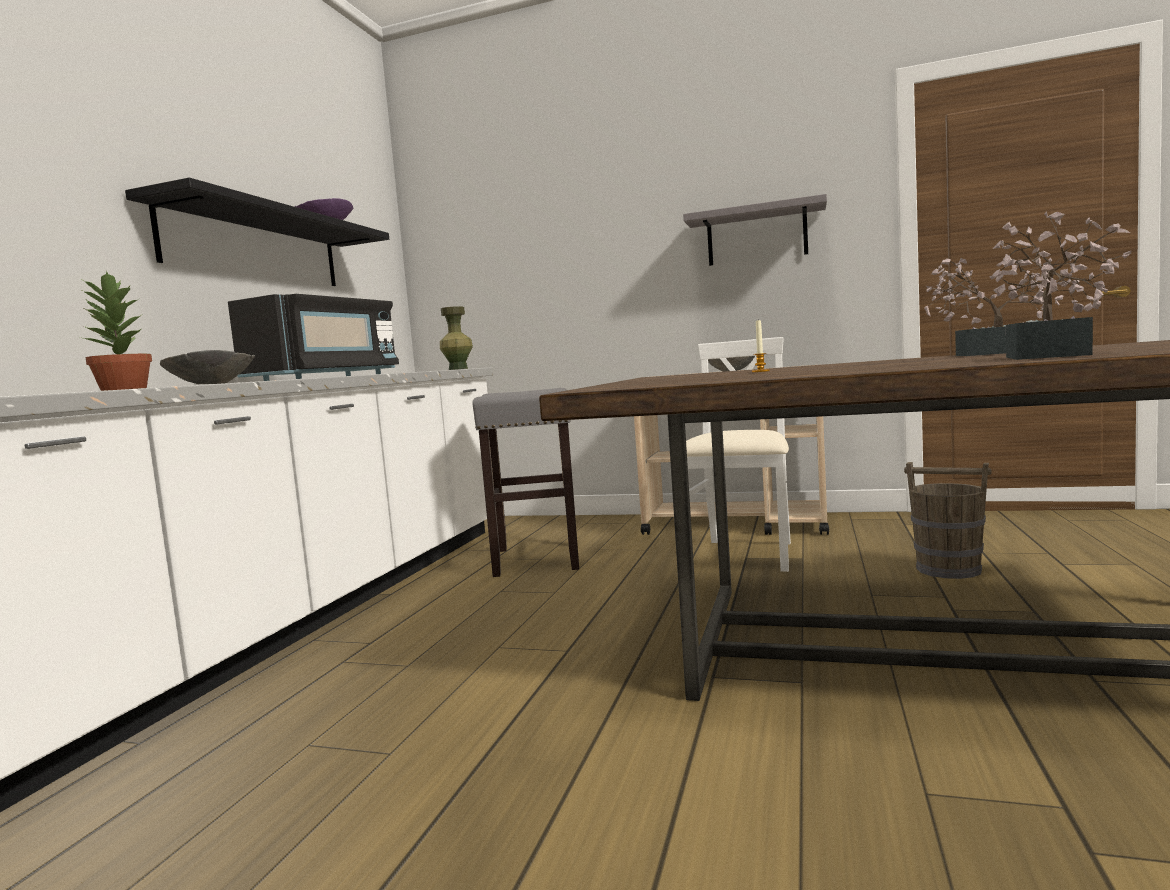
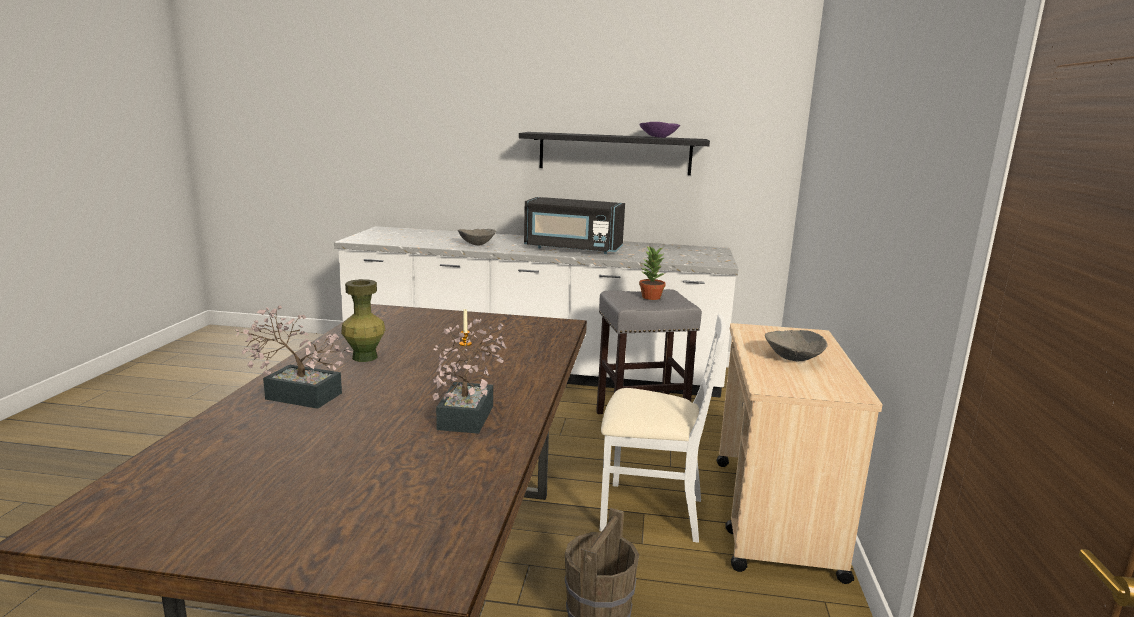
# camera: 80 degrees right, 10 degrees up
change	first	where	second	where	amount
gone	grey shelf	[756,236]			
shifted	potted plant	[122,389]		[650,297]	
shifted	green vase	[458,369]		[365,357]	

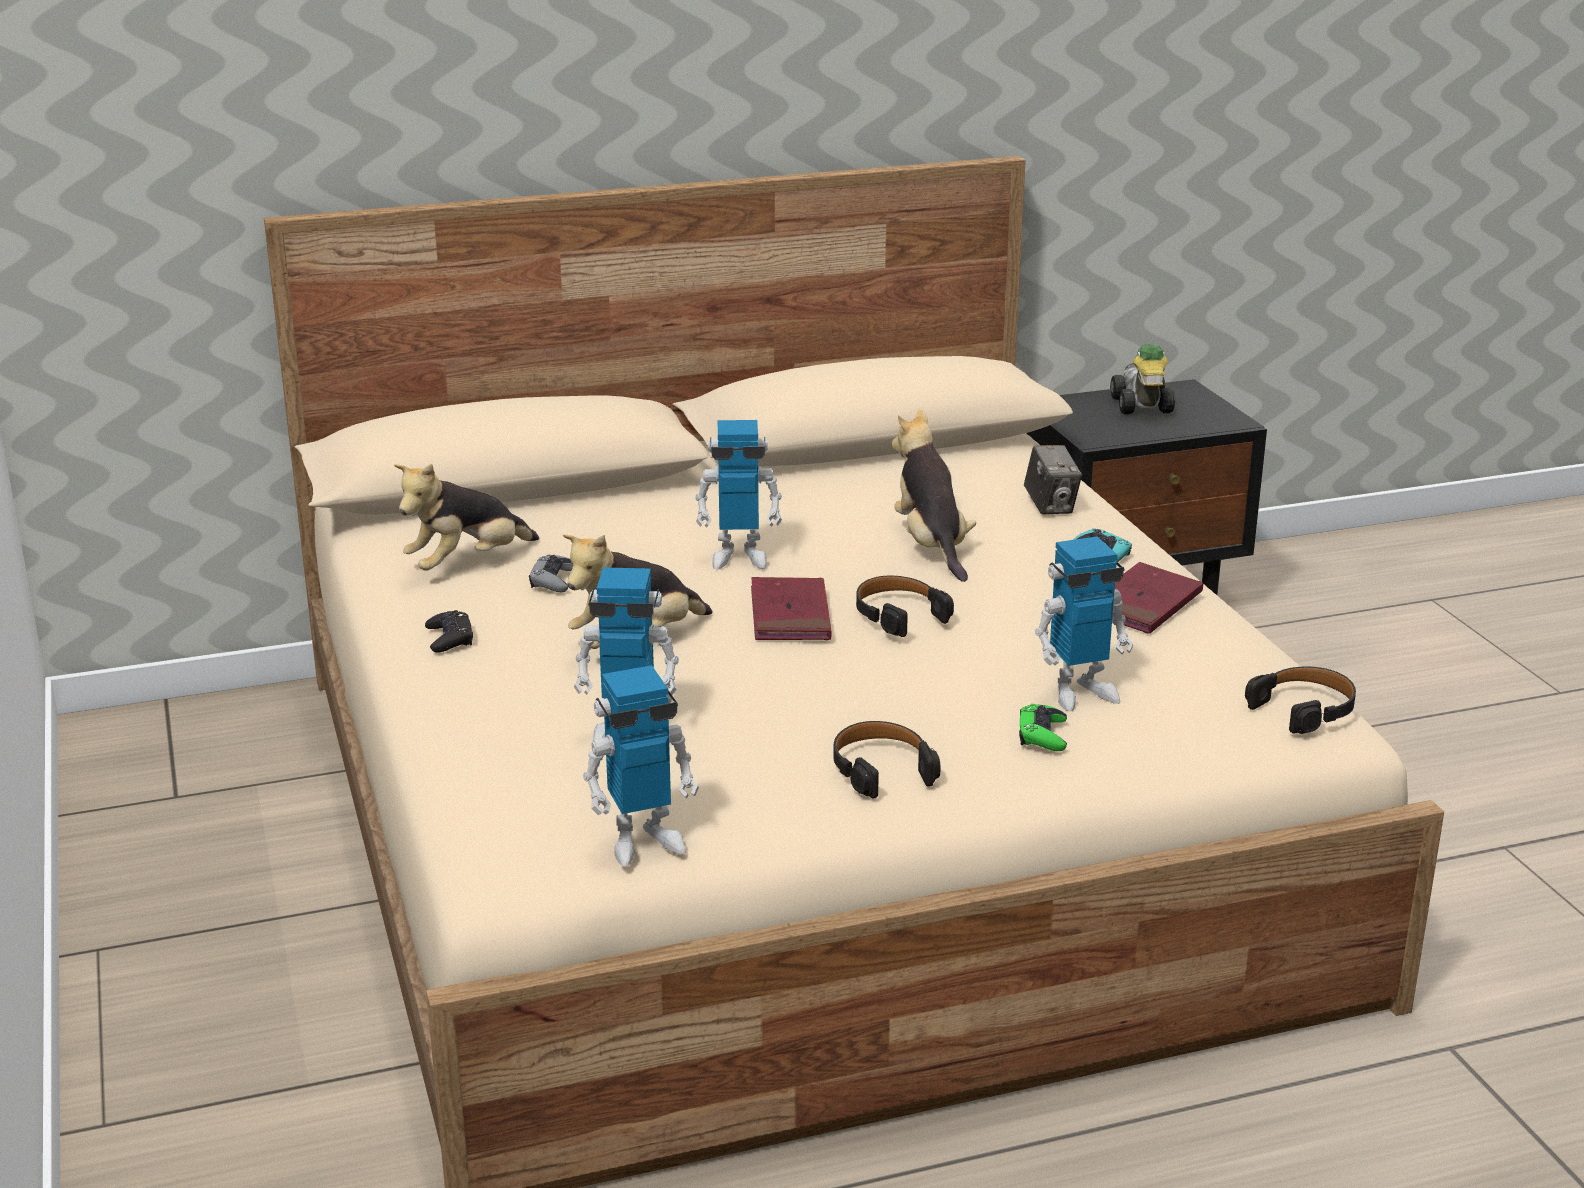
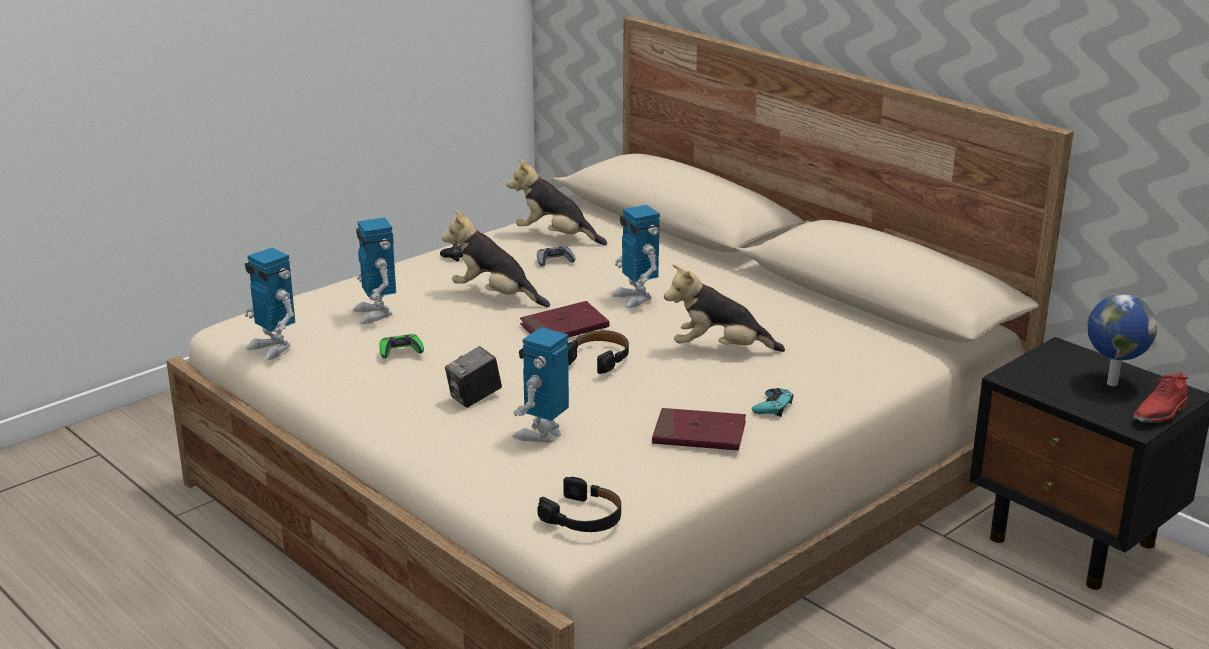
# camera: 65 degrees right, 0 degrees up
change	first	where	second	where	amount
gone	black headphones	[881,769]			
new			red shoe	[1159,414]	
shifted	green game controller	[1042,735]		[400,351]	
shifted	photo camera	[1051,506]		[474,398]	
swapped	toy car	[1140,407]	globe	[1110,383]	
rotated	plush toy	[931,546]		[720,350]	135 degrees counterclockwise
rotated	toy robot	[1080,692]		[542,434]	75 degrees clockwise

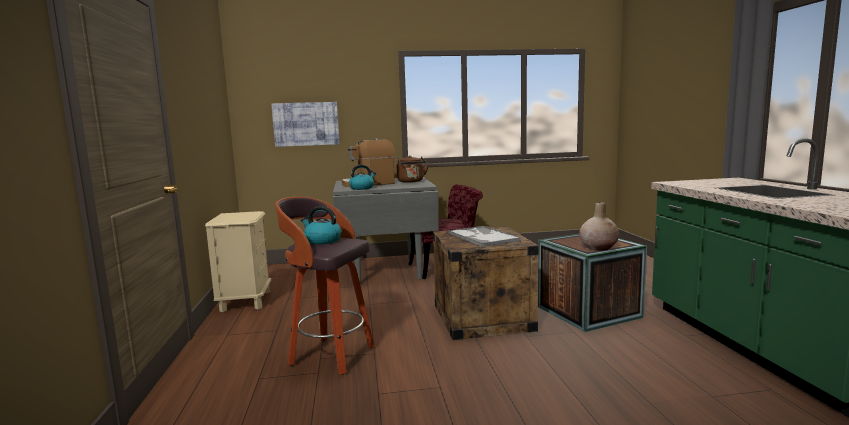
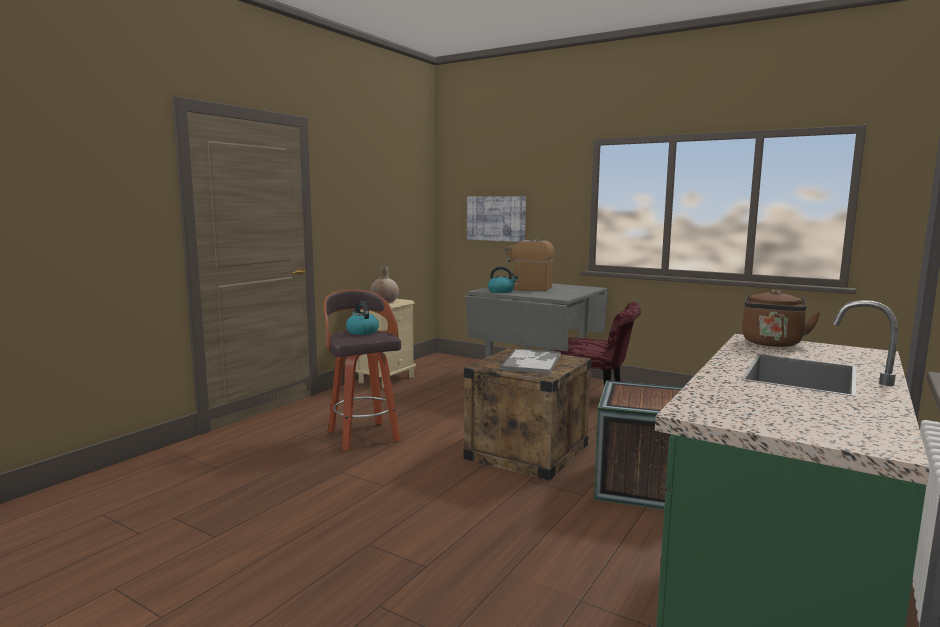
# camera: 40 degrees right, 0 degrees up
change	first	where	second	where	amount
shifted	brown kettle	[411,181]		[772,344]	
shifted	beige vase	[598,248]		[384,302]	

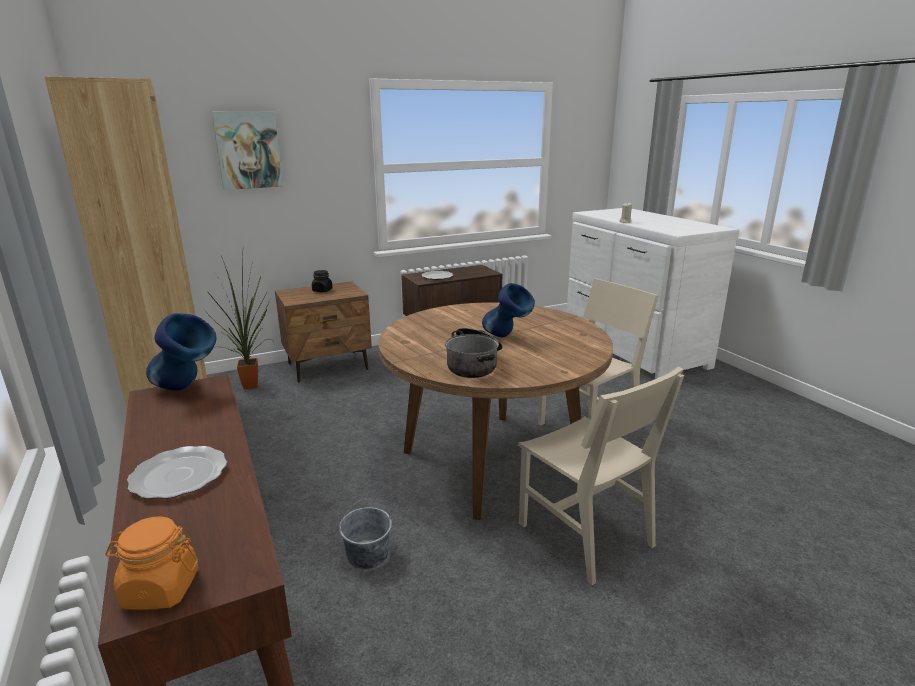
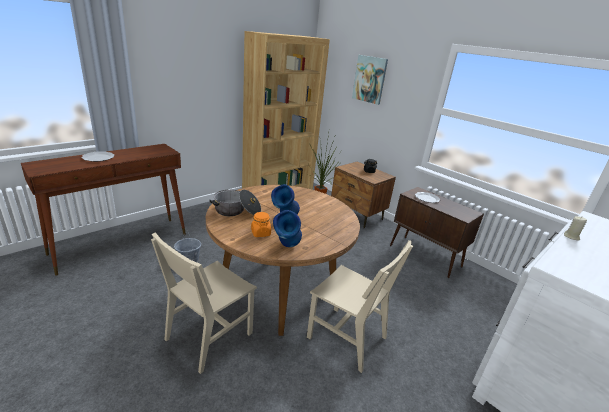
# camera: 70 degrees right, 5 degrees up
change	first	where	second	where	amount
shifted	orange jar	[160,589]		[260,233]	
shifted	blue vase	[187,390]		[287,248]	

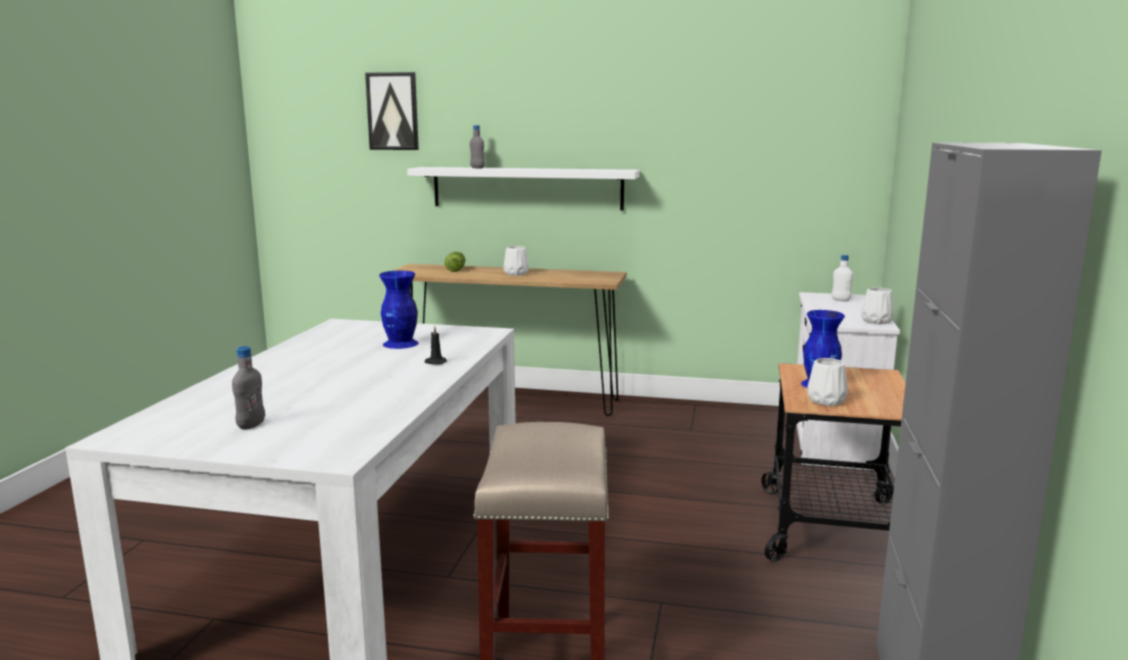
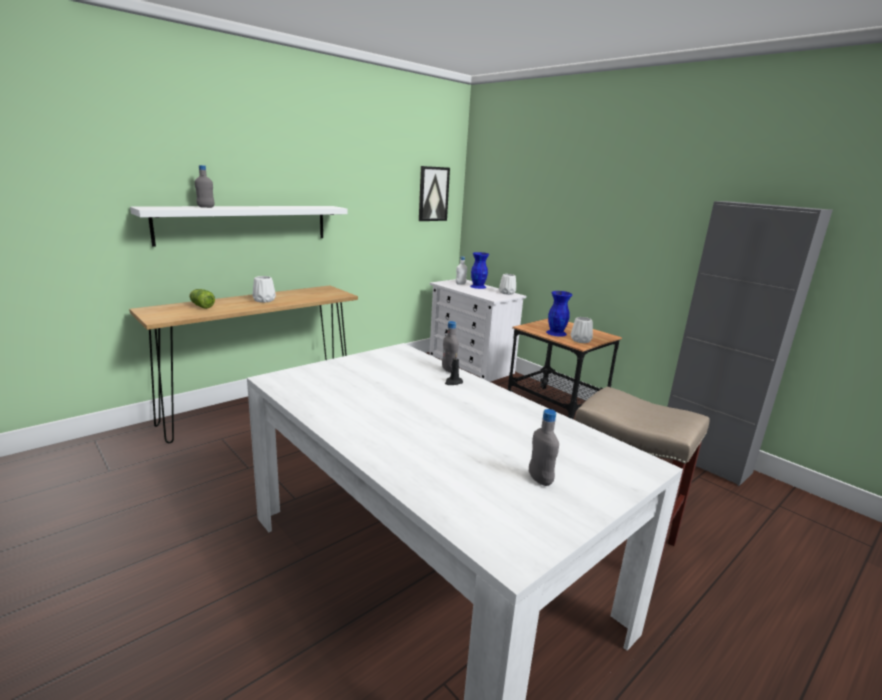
# camera: 55 degrees left, 5 degrees up
change	first	where	second	where	amount
new			grey bottle	[449,370]	
shifted	picture	[393,111]		[433,194]	
shifted	blue vase	[400,344]		[478,286]	

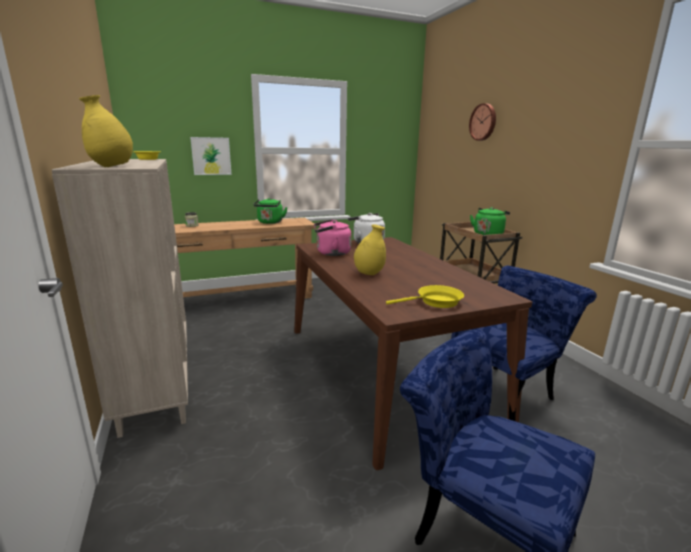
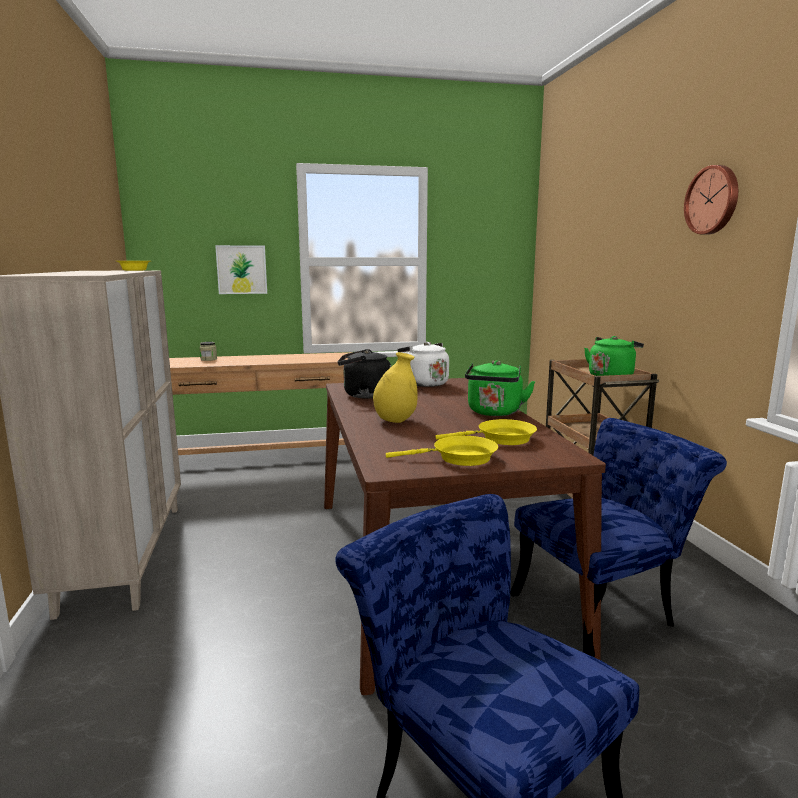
# camera: 10 degrees right, 5 degrees down
change	first	where	second	where	amount
gone	yellow vase	[112,167]			
new			yellow frying pan	[501,439]	
shifted	green kettle	[270,222]		[494,413]	
shifted	wall clock	[483,122]		[713,200]	
repainted	pink kettle	[331,253]	black kettle	[363,395]	

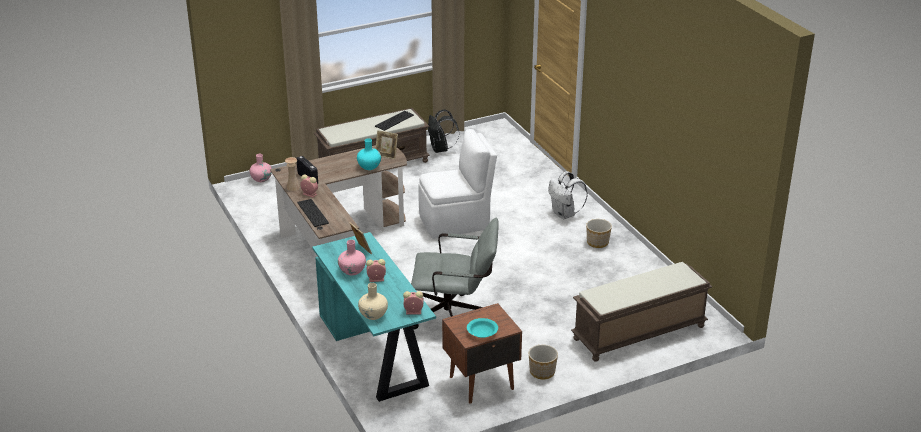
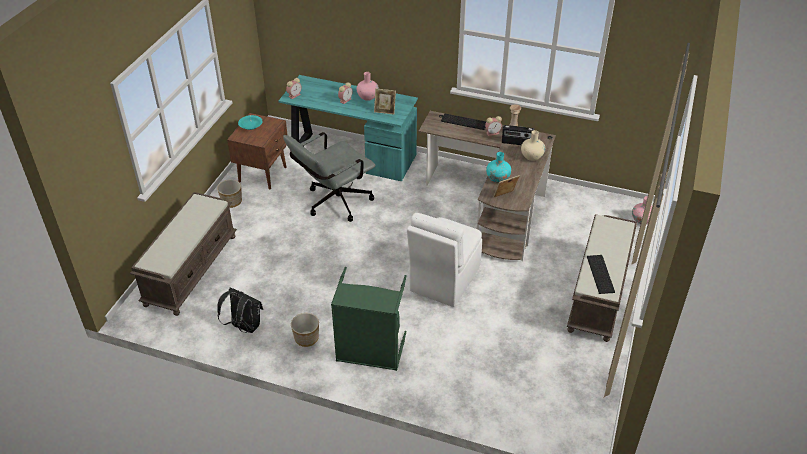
# camera: 135 degrees right, 10 degrees up
change	first	where	second	where	amount
shifted	beige vase	[373,315]		[532,156]	
shifted	black backpack	[441,149]		[244,327]	
swapped	white backpack	[565,214]	green laundry basket	[370,353]	

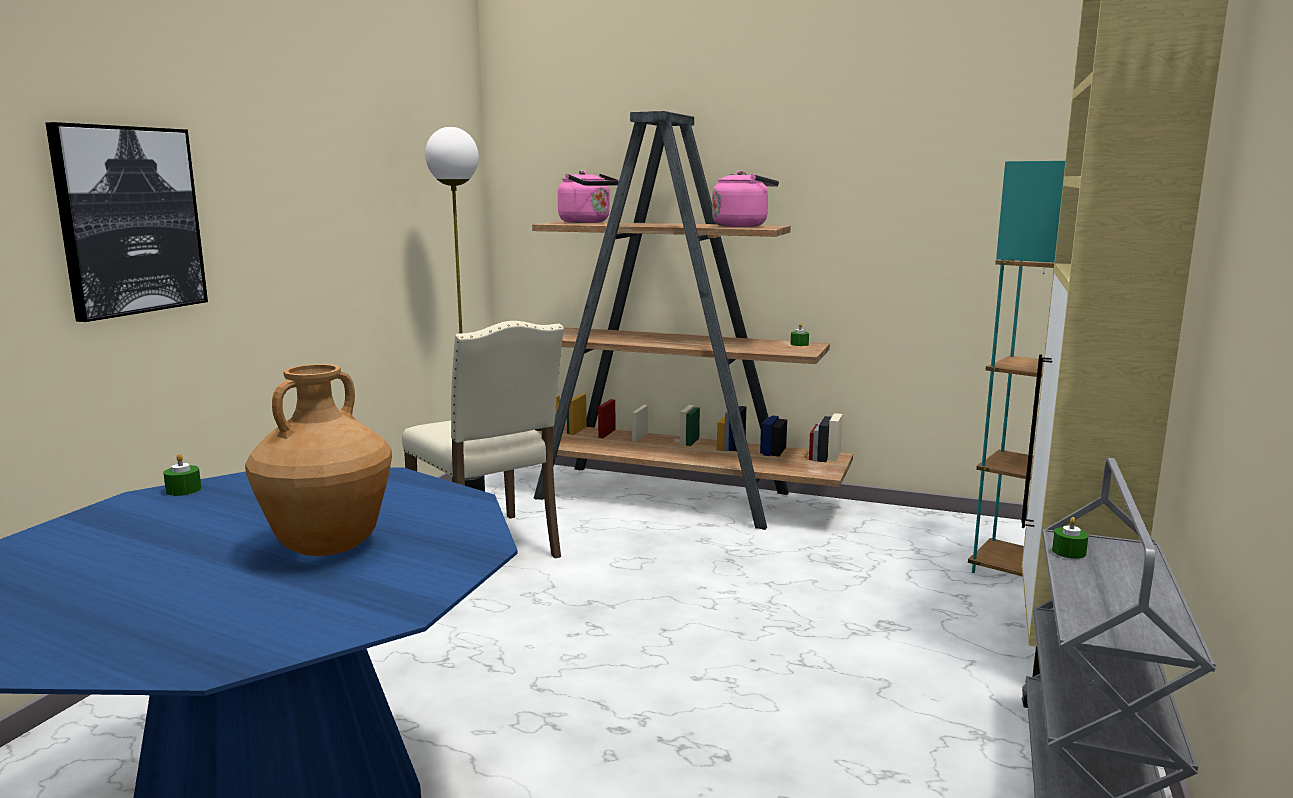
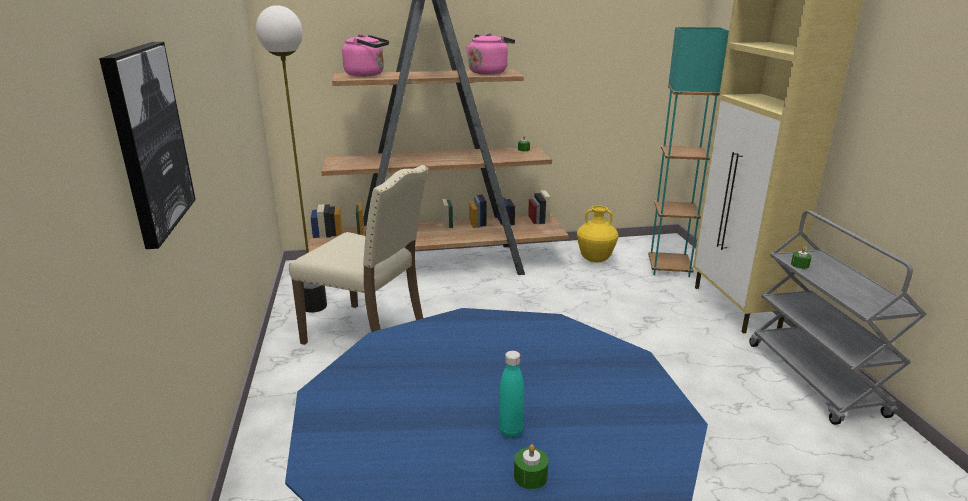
# camera: 30 degrees left, 10 degrees up
change	first	where	second	where	amount
gone	brown vase	[329,547]			
new			turquoise bottle	[511,431]	
new			yellow vase	[595,259]	
shifted	green candle	[183,490]		[530,476]	

